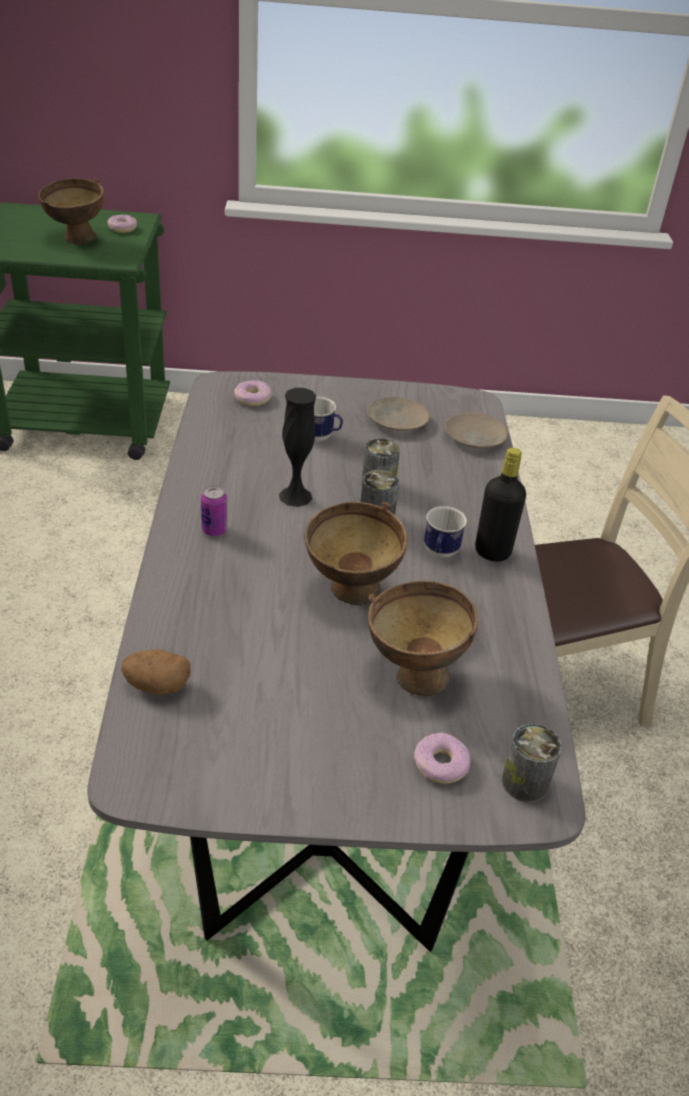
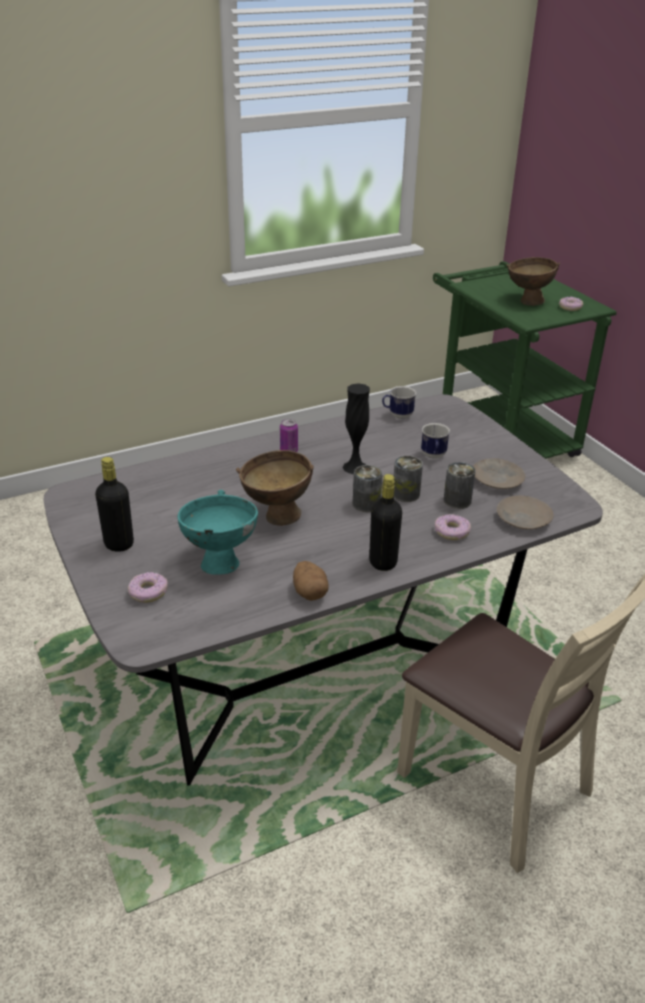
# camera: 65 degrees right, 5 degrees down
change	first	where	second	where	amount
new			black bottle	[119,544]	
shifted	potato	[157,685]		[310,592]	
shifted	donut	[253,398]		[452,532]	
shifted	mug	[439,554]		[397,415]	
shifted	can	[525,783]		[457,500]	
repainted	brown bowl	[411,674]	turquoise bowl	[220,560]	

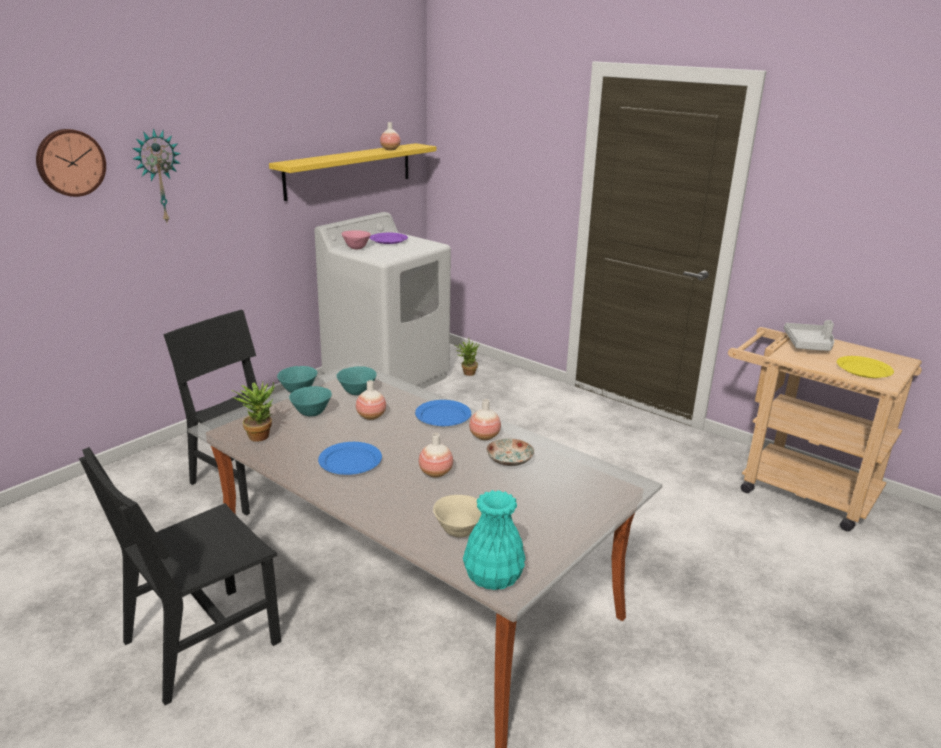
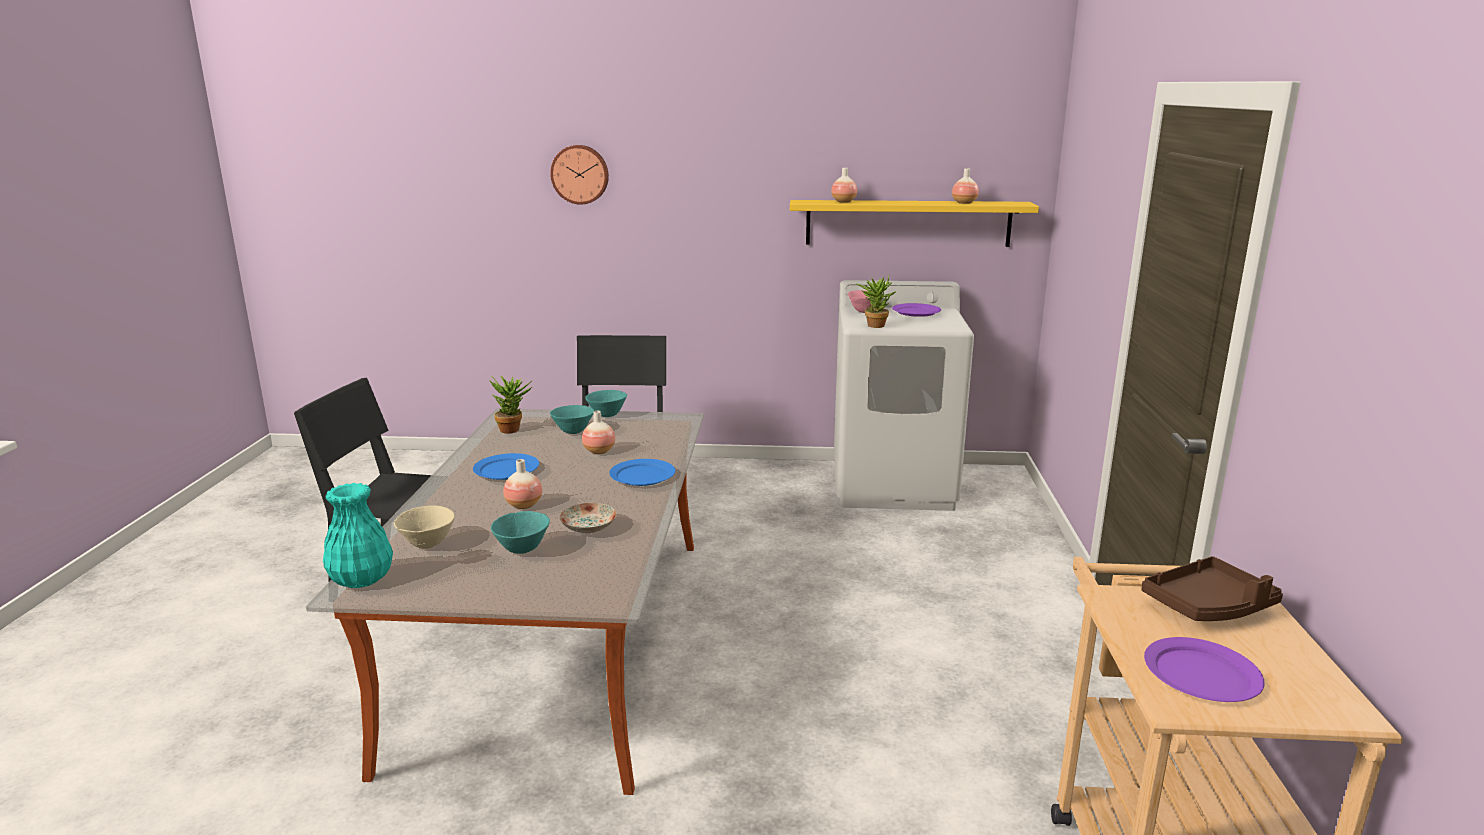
# camera: 55 degrees right, 5 degrees down
change	first	where	second	where	amount
gone	wall clock	[158,176]			
shifted	turquoise bowl	[357,393]		[522,550]	
shifted	potted plant	[466,373]		[874,325]	
shifted	vase	[484,436]		[843,202]	
repainted	grey tray	[809,344]	brown tray	[1209,605]	
repainted	yellow plate	[864,369]	purple plate	[1202,675]	

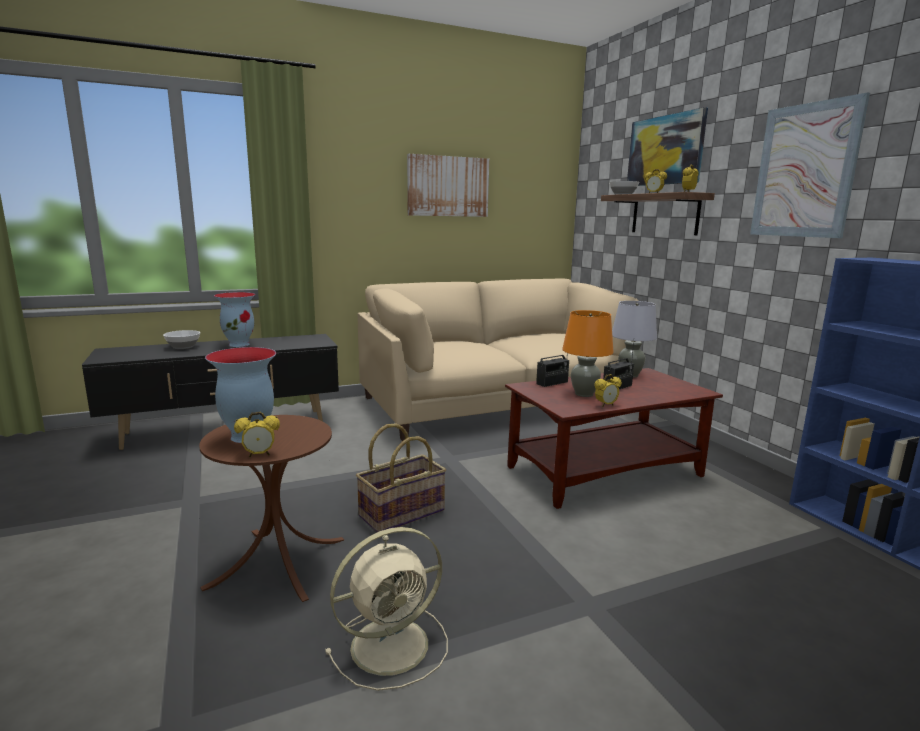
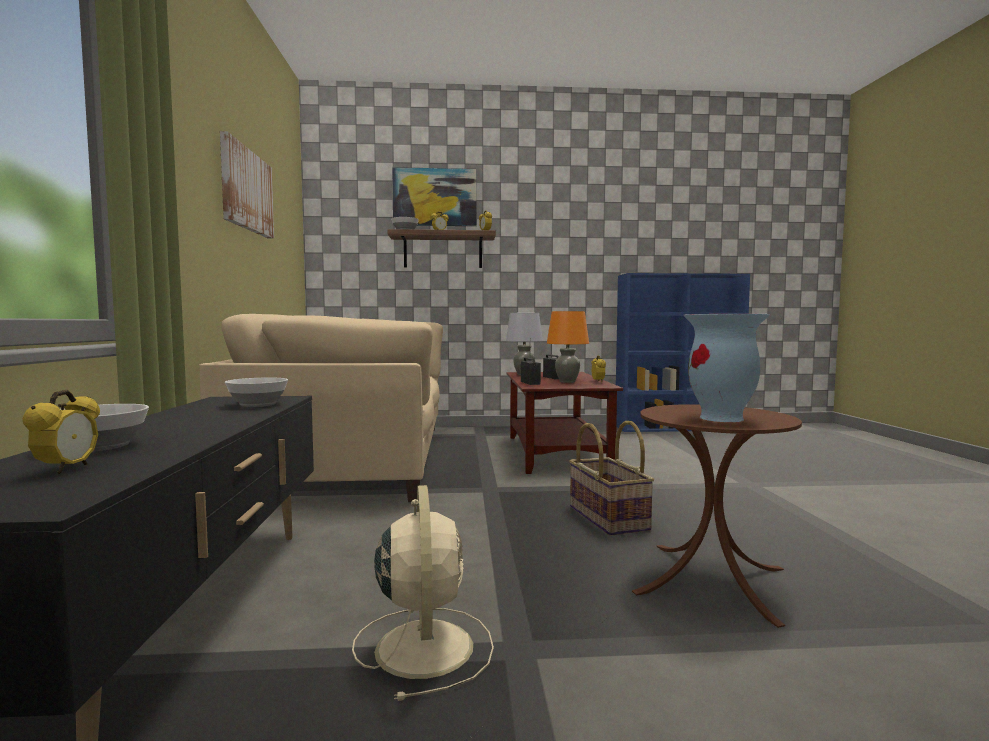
# camera: 70 degrees left, 10 degrees down
change	first	where	second	where	amount
gone	vase	[239,344]			
gone	picture	[805,171]			
new			bowl	[258,404]	
shifted	alarm clock	[259,455]		[67,469]	
shifted	beige fan	[393,644]		[424,645]	

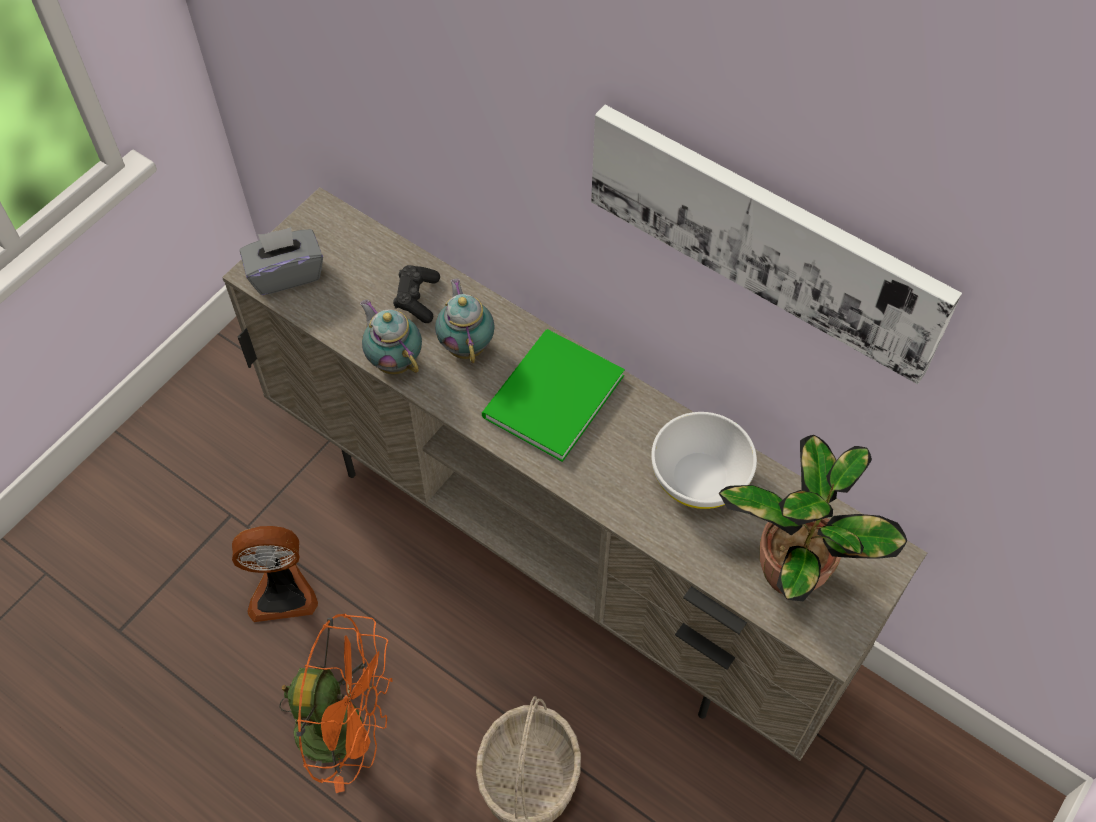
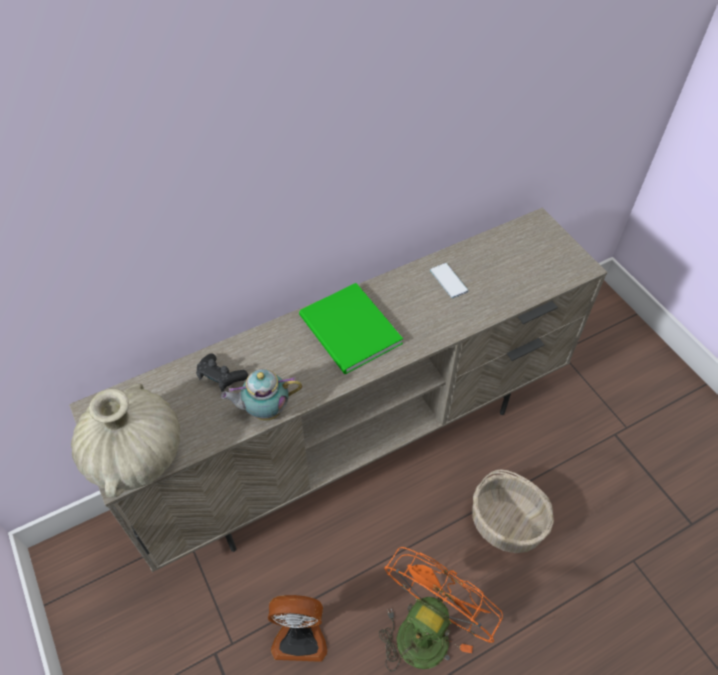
# camera: 65 degrees left, 5 degrees down
change	first	where	second	where	amount
gone	teapot	[466,345]			
gone	picture	[765,237]			
gone	potted plant	[793,568]			
swapped	grey tissue box	[286,274]	beige vase	[136,455]	
swapped	white bowl	[700,477]	phone	[448,280]	
rotated	fan	[282,591]		[300,635]	75 degrees clockwise

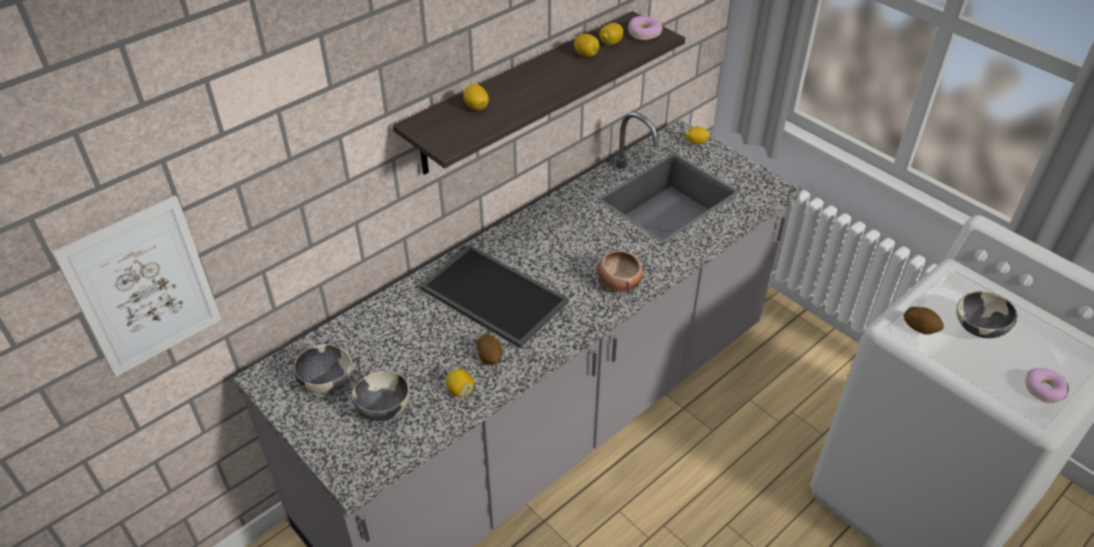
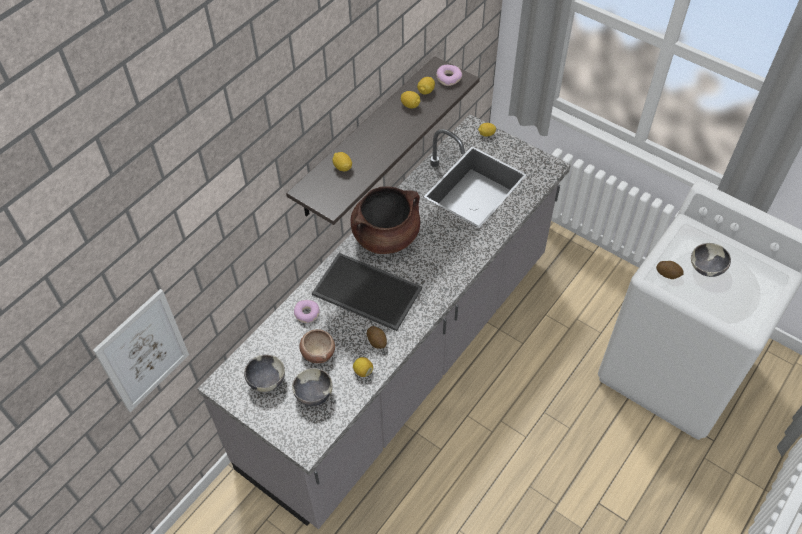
# camera: 10 degrees left, 10 degrees up
change	first	where	second	where	amount
new			brown cooking pot	[386,236]	
shifted	bowl	[618,281]		[318,352]	
shifted	donut	[1044,390]		[307,314]	

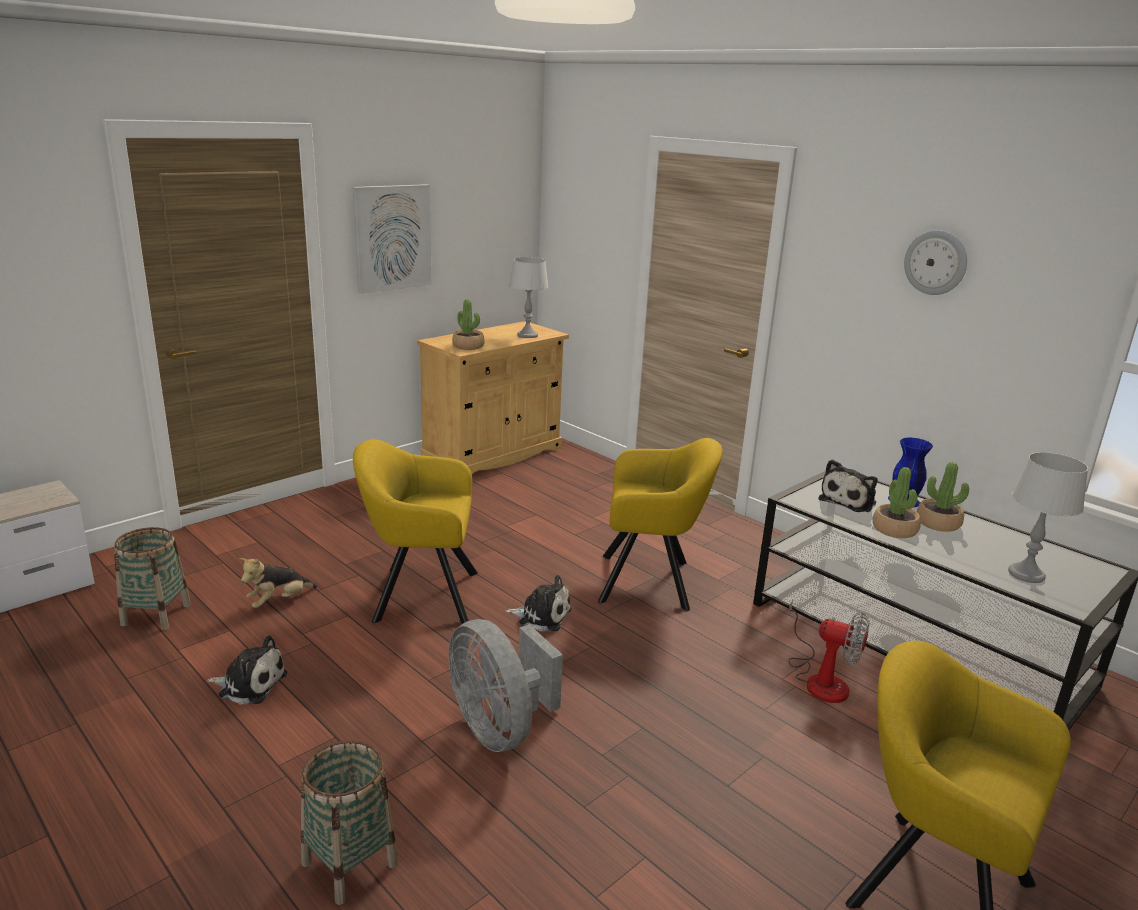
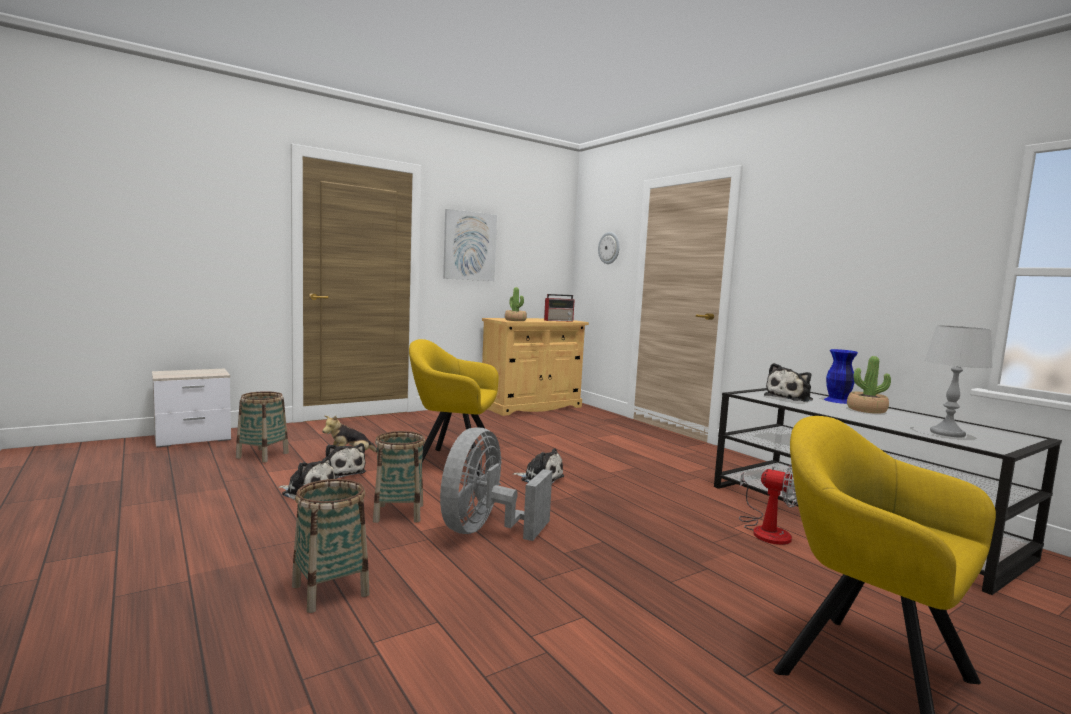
# camera: 10 degrees right, 15 degrees down
change	first	where	second	where	amount
gone	yellow armchair	[651,582]			
gone	potted plant	[894,529]			
new			plush toy	[341,472]	
new			basket	[398,513]	
shifted	wall clock	[936,262]		[609,248]	
swapped	grey table lamp	[527,335]	radio	[559,320]	
rotated	grey fan	[500,728]		[485,530]	45 degrees clockwise

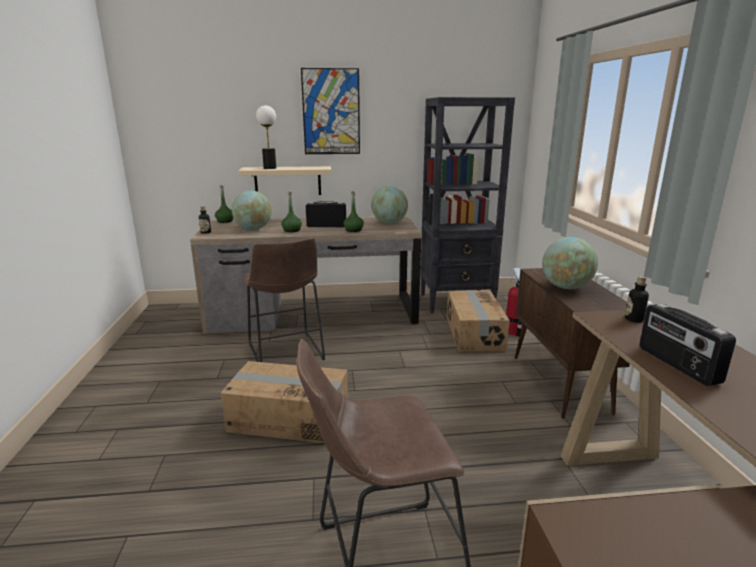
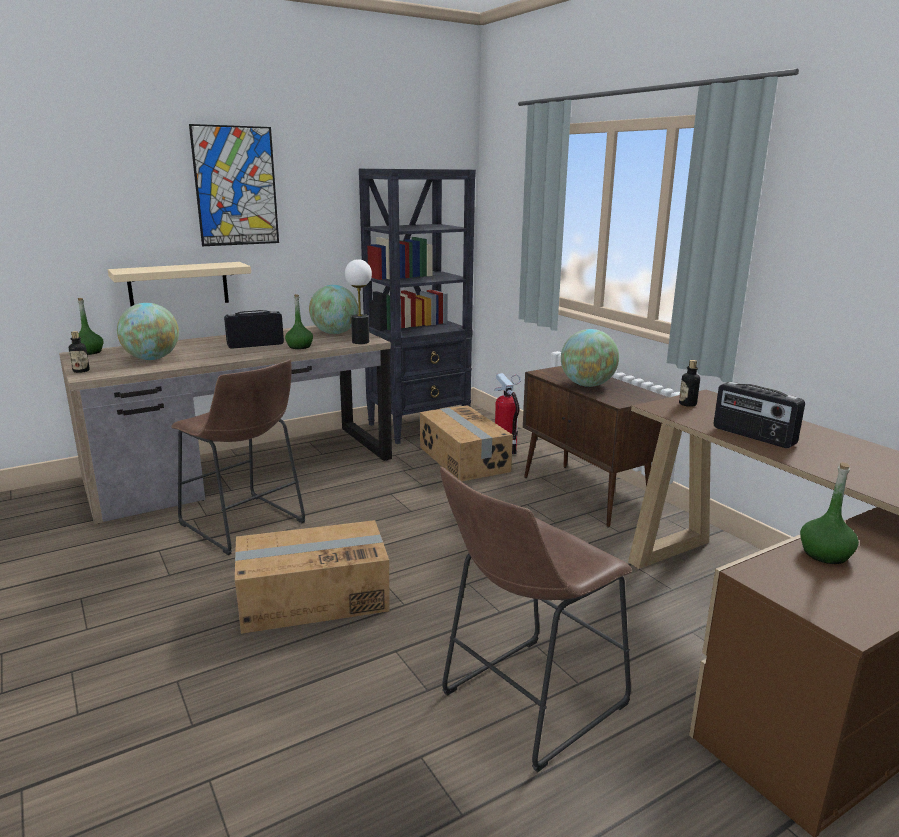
# camera: 25 degrees left, 0 degrees up
change	first	where	second	where	amount
shifted	table lamp	[270,168]		[361,342]	
shifted	green bottle	[292,230]		[825,554]	

